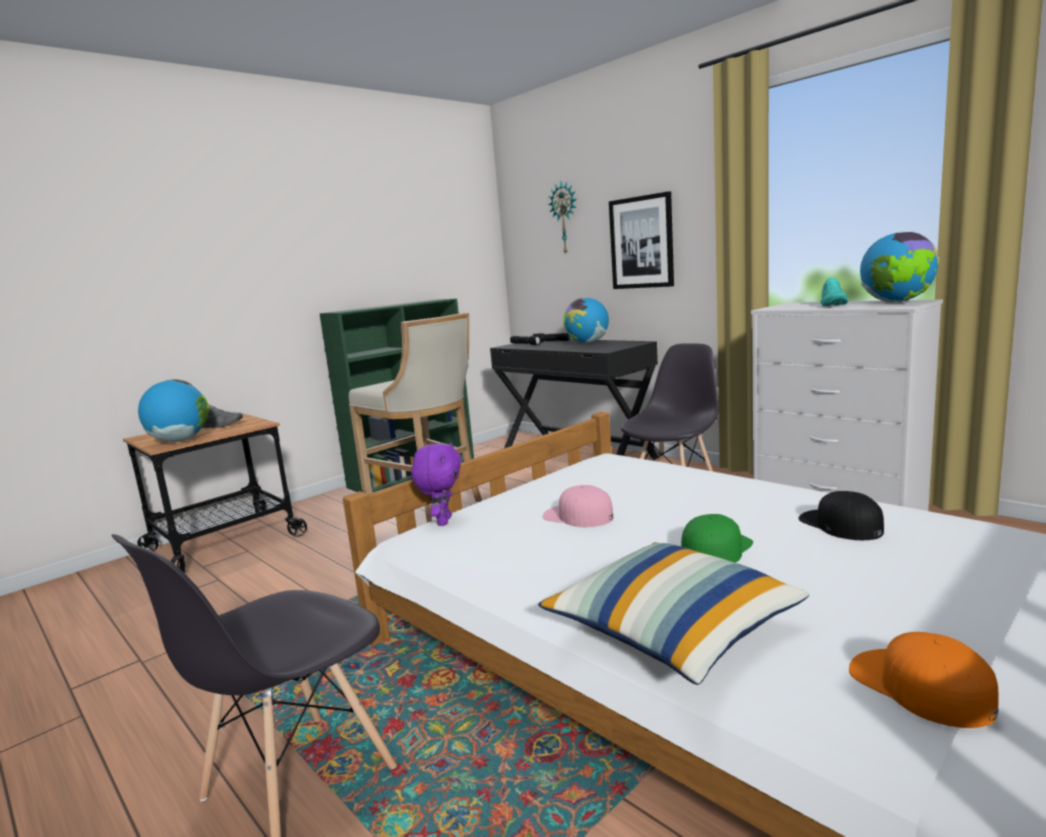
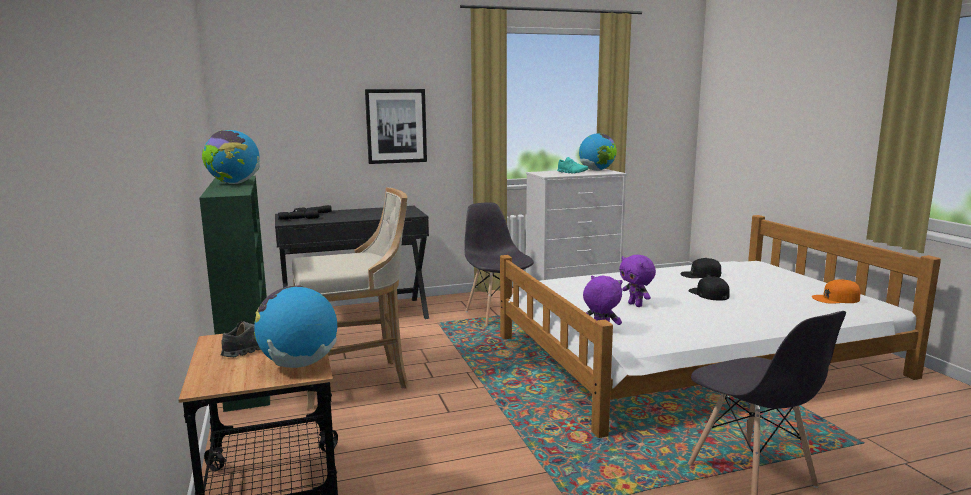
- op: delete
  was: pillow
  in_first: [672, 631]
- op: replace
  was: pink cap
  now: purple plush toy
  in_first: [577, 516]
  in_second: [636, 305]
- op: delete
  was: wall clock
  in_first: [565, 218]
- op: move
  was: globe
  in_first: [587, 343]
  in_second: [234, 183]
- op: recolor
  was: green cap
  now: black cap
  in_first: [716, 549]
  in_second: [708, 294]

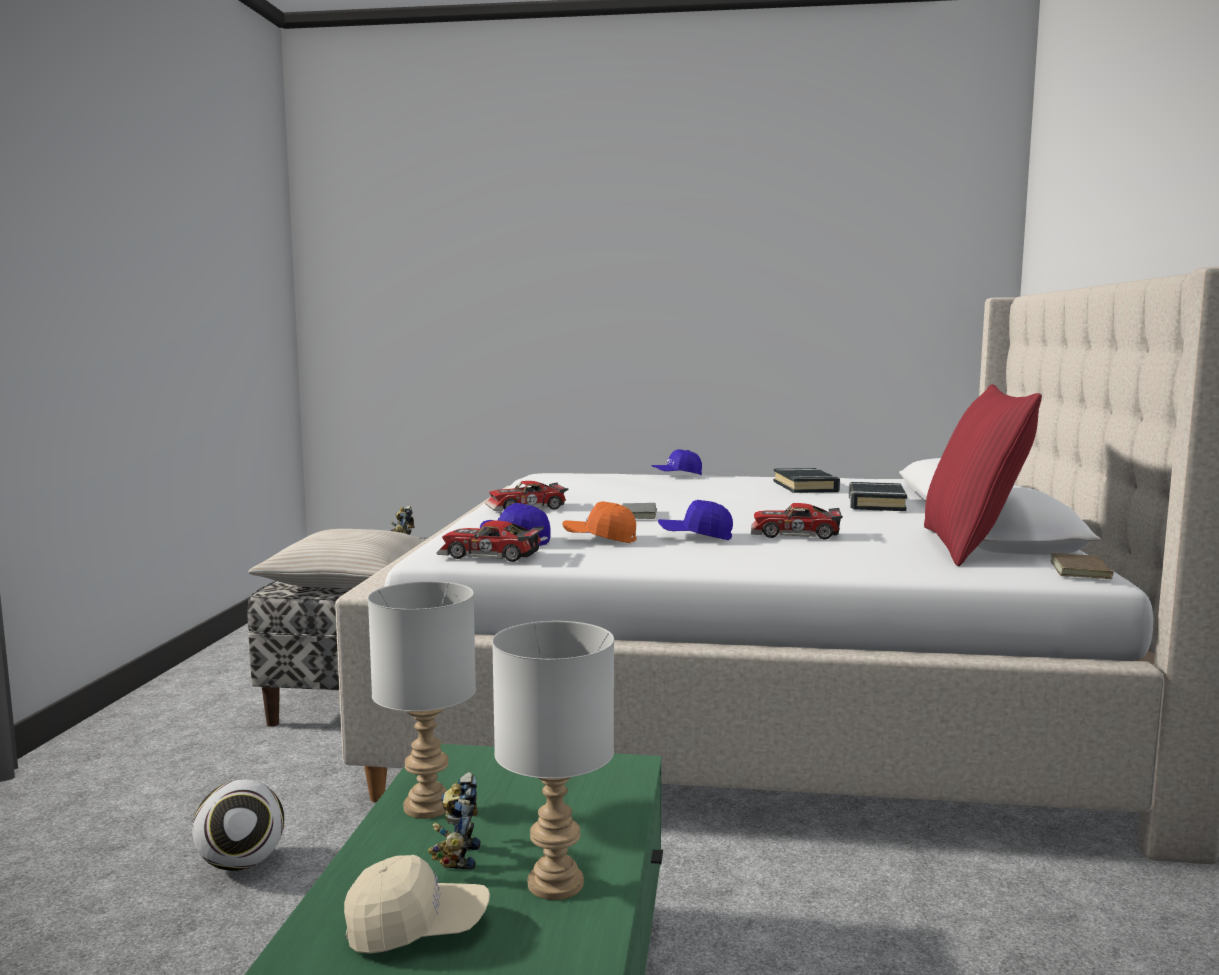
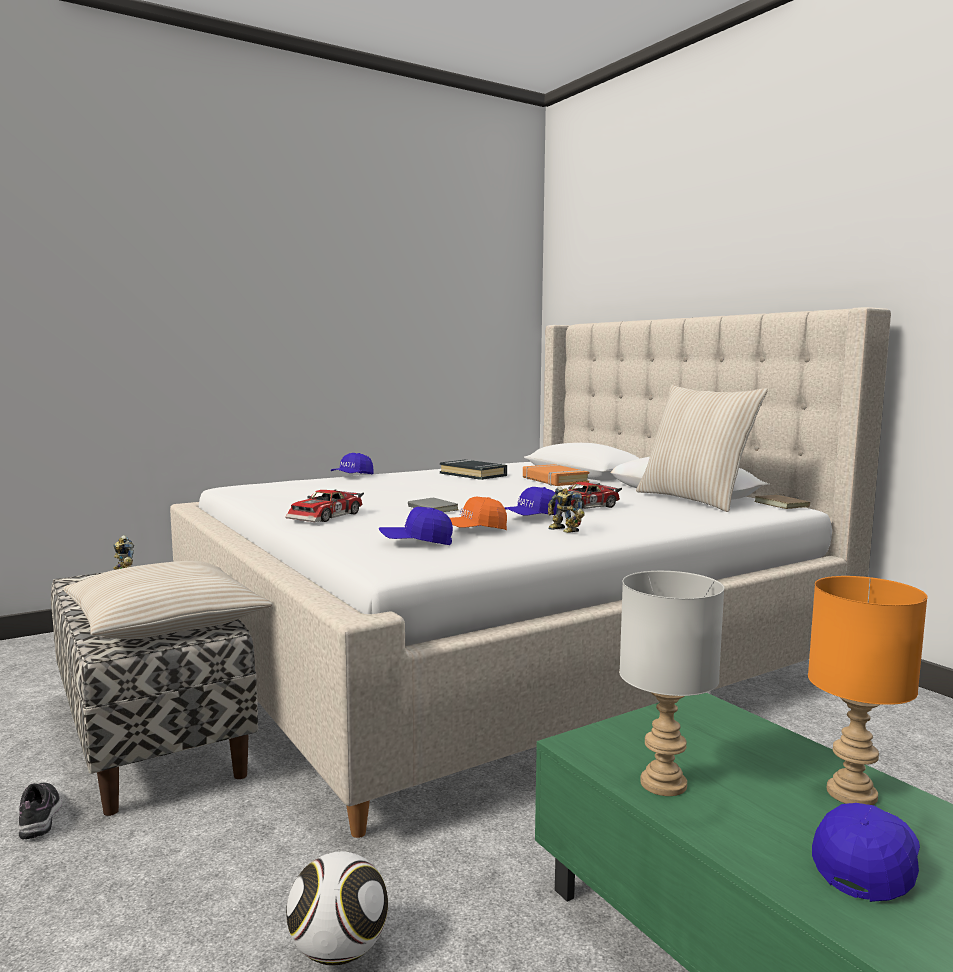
- op: recolor
  was: beige cap
  now: blue cap
  in_first: [417, 928]
  in_second: [867, 865]
- op: move
  was: toy robot
  in_first: [456, 857]
  in_second: [562, 530]
- op: delete
  was: toy car
  in_first: [490, 555]
- op: recolor
  was: grey table lamp
  now: orange table lamp
  in_first: [558, 884]
  in_second: [852, 793]
- op: recolor
  was: black book
  now: orange book
  in_first: [875, 503]
  in_second: [554, 480]
- op: recolor
  was: red pillow
  now: beige pillow
  in_first: [971, 547]
  in_second: [694, 500]
- op: insert
  now: shoe
  in_second: [40, 817]

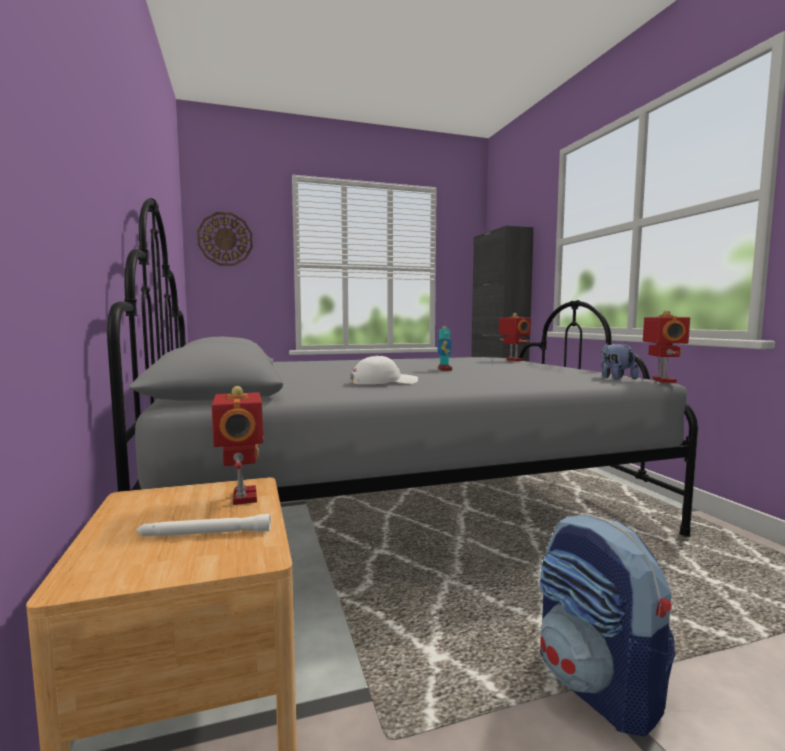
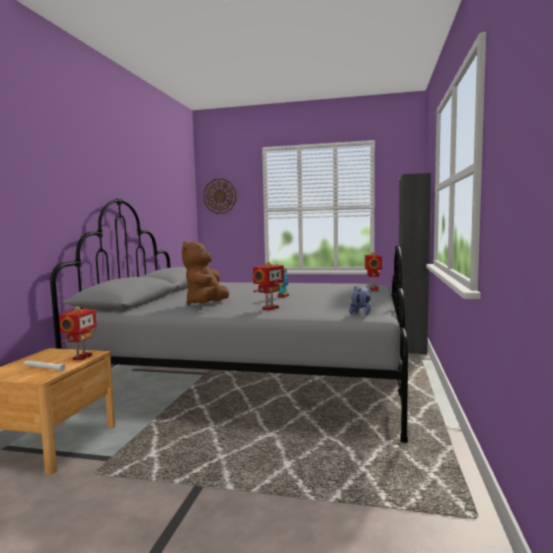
- op: replace
  was: white cap
  now: brown plush toy
  in_first: [383, 382]
  in_second: [206, 305]
- op: delete
  was: backpack
  in_first: [598, 687]
- op: move
  was: toy robot
  in_first: [662, 381]
  in_second: [269, 308]

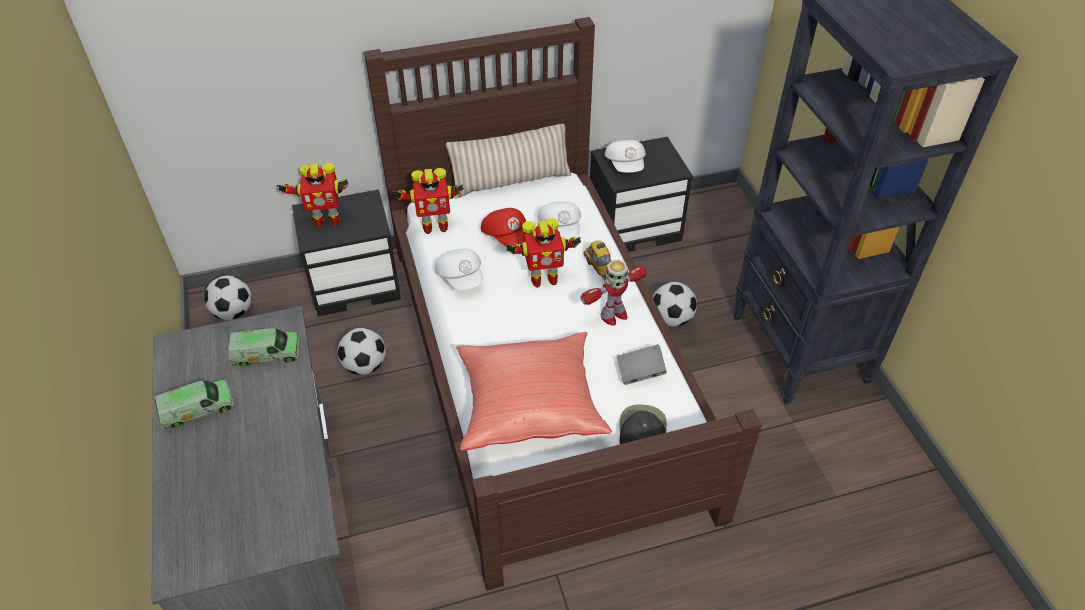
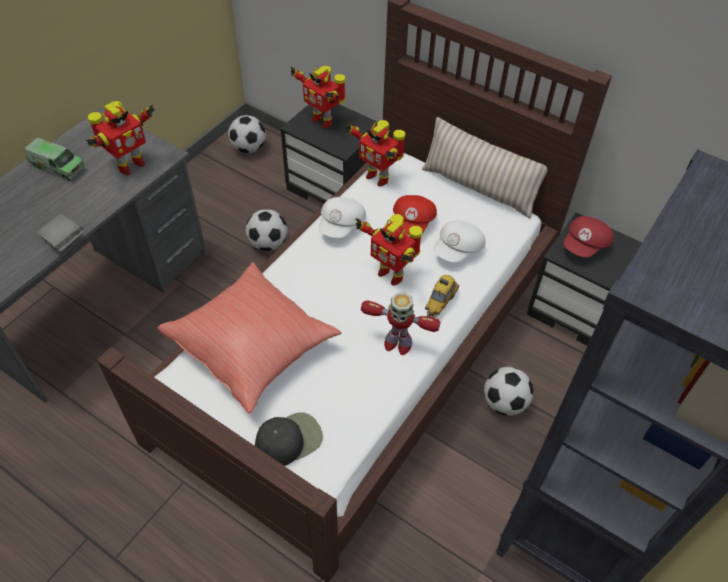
- op: replace
  was: toy truck
  now: toy robot
  in_first: [266, 354]
  in_second: [129, 165]
- op: recolor
  was: white cap
  now: red cap
  in_first: [626, 165]
  in_second: [585, 245]
- op: move
  was: grey book
  in_first: [640, 372]
  in_second: [64, 240]

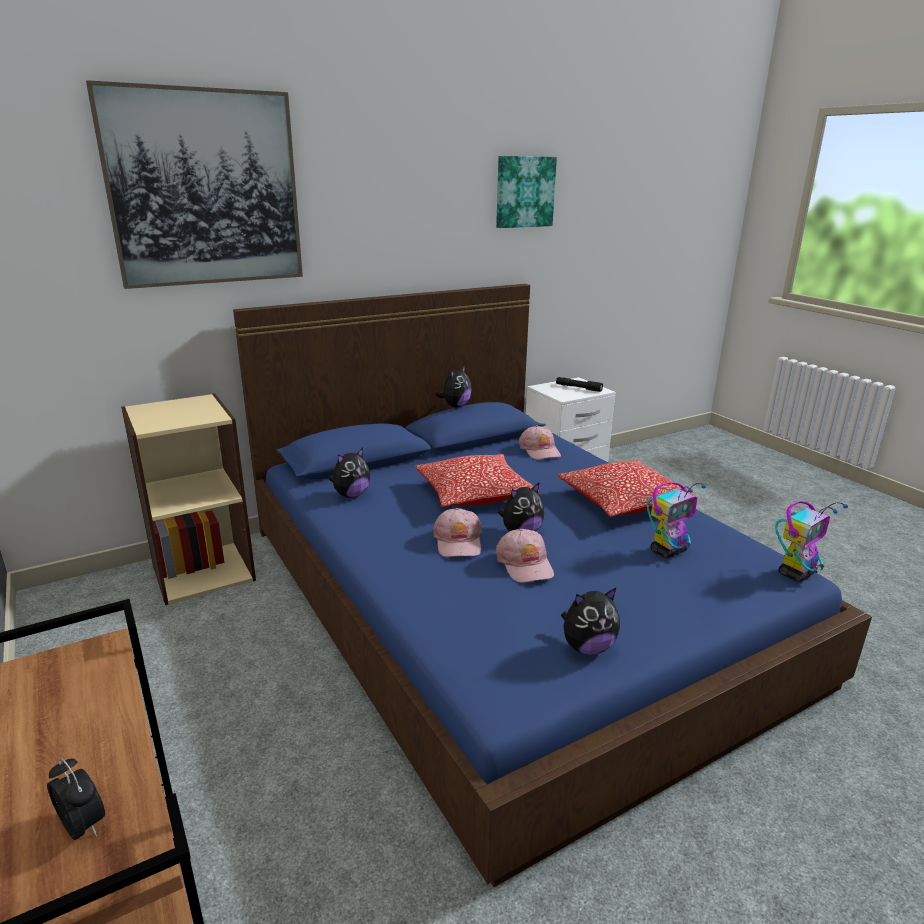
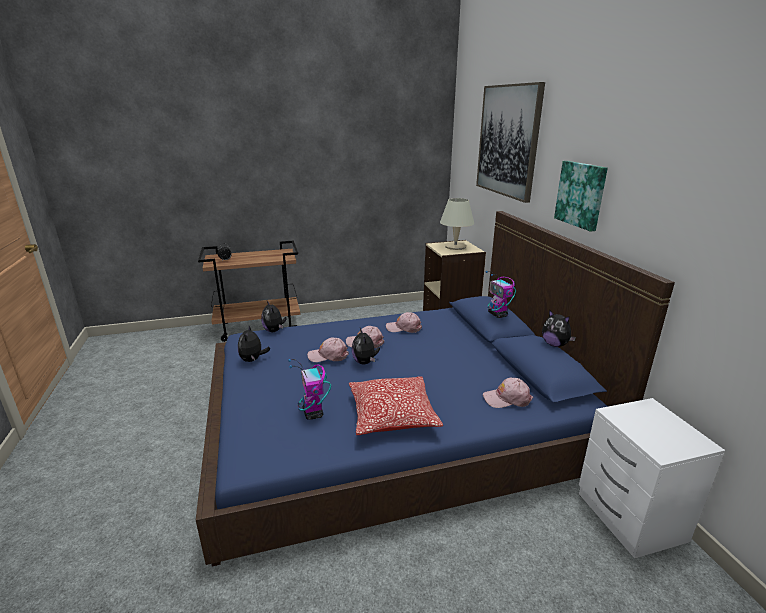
- op: move
  was: plush toy
  in_first: [351, 495]
  in_second: [274, 330]
- op: delete
  was: pillow
  in_first: [474, 494]
- op: move
  was: picture
  in_first: [524, 192]
  in_second: [581, 194]
- op: delete
  was: black flashlight
  in_first: [578, 388]
- op: move
  was: toy robot
  in_first: [796, 573]
  in_second: [497, 315]
- op: insert
  now: pink cap
  in_second: [404, 328]
- op: insert
  now: beige table lamp
  in_second: [455, 246]

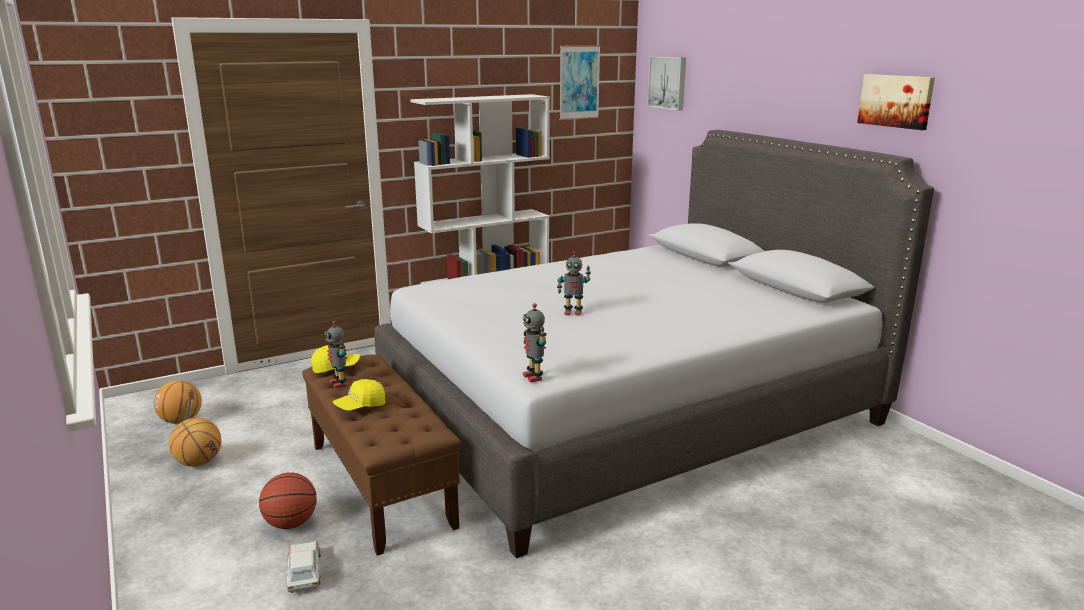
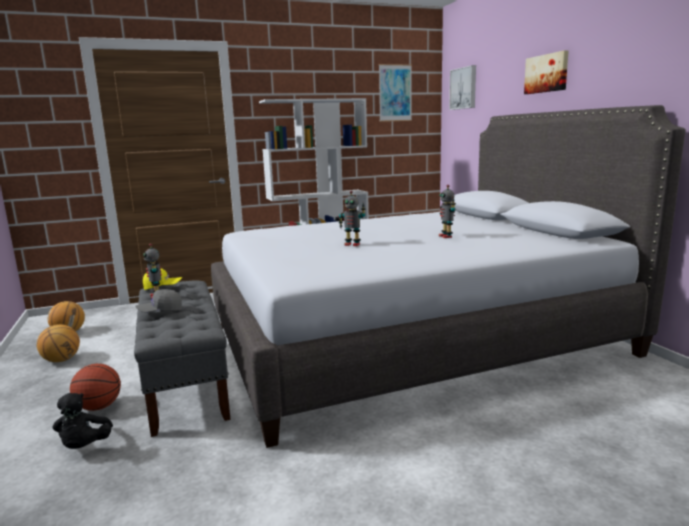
- op: replace
  was: toy car
  now: black plush toy
  in_first: [304, 573]
  in_second: [84, 446]
- op: recolor
  was: brown bench
  now: grey bench
  in_first: [381, 484]
  in_second: [185, 382]
- op: recolor
  was: yellow cap
  now: grey cap
  in_first: [360, 406]
  in_second: [160, 311]
- op: move
  was: toy robot
  in_first: [534, 377]
  in_second: [446, 236]
- op: move
  was: picture
  in_first: [896, 101]
  in_second: [547, 73]

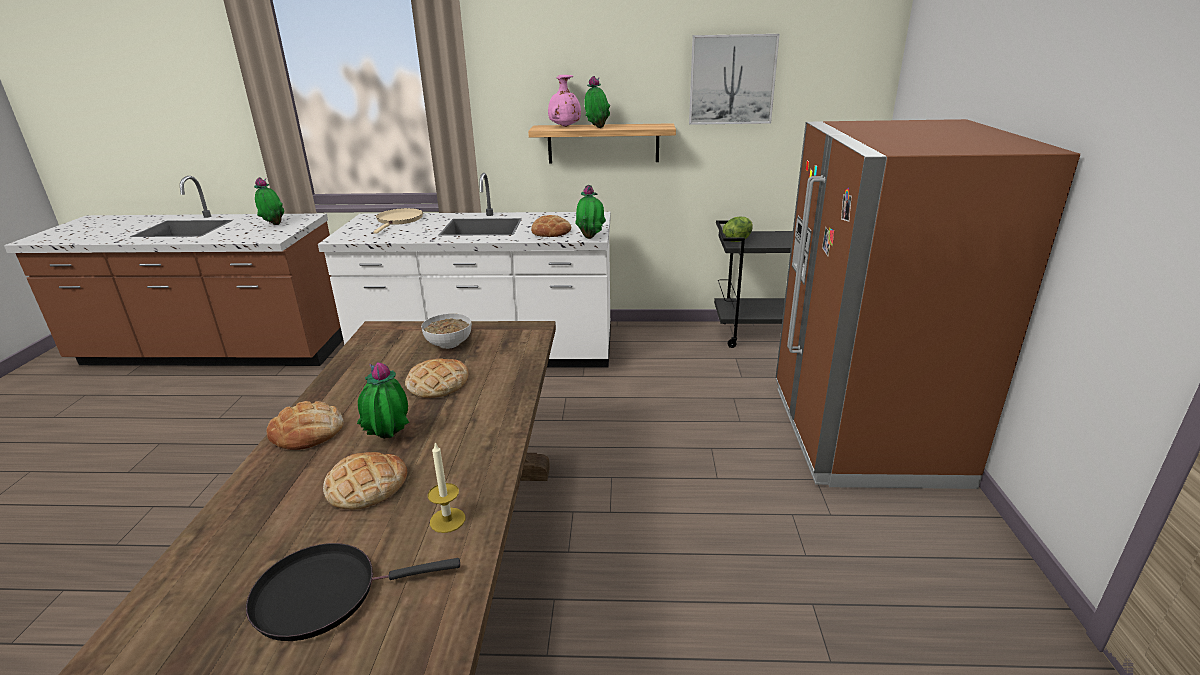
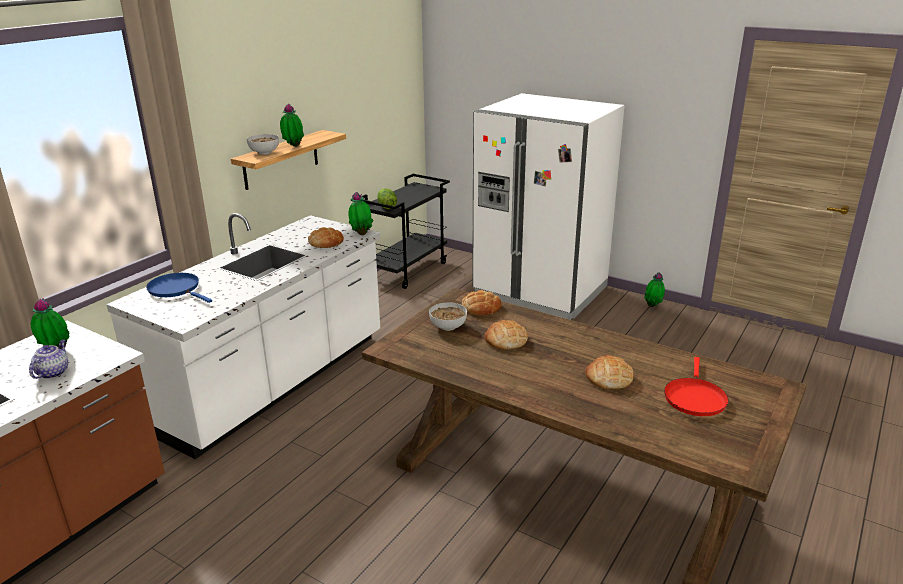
- op: recolor
  was: black frying pan
  now: red frying pan
  in_first: [324, 594]
  in_second: [694, 398]
- op: move
  was: bread
  in_first: [308, 432]
  in_second: [481, 307]
- op: move
  was: potted plant
  in_first: [389, 440]
  in_second: [653, 306]
- op: recolor
  was: beige frying pan
  now: blue frying pan
  in_first: [399, 220]
  in_second: [176, 289]
- op: delete
  was: candle
  in_first: [447, 520]
- op: replace
  was: pink vase
  now: bowl
  in_first: [564, 126]
  in_second: [264, 152]
- op: delete
  was: picture
  in_first: [732, 80]
- op: recolor
  was: brown fridge
  now: white fridge
  in_first: [863, 434]
  in_second: [540, 291]
- op: insert
  now: teapot
  in_second: [53, 372]

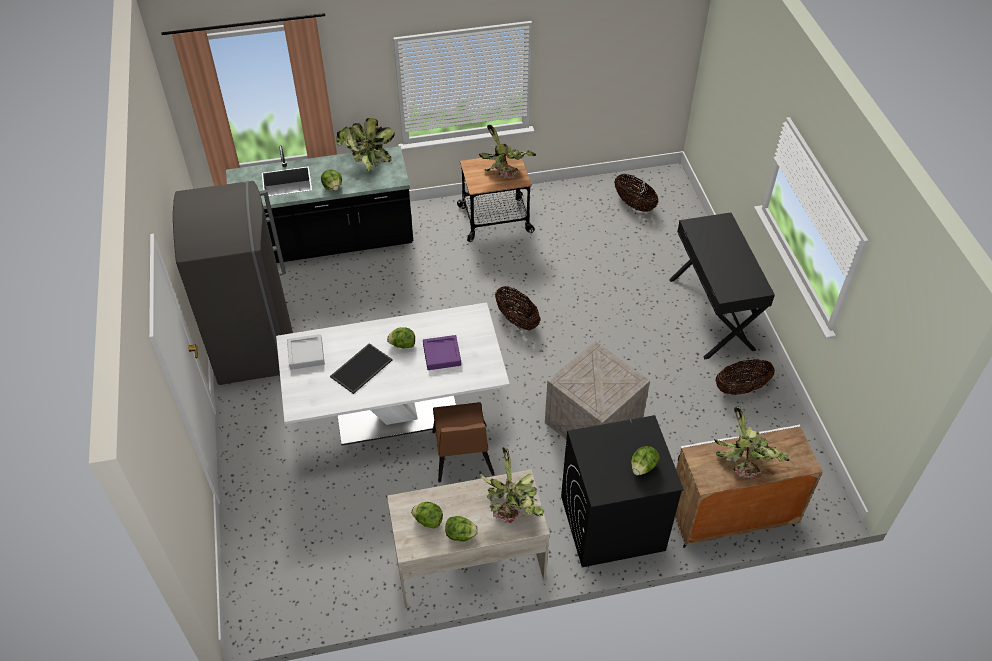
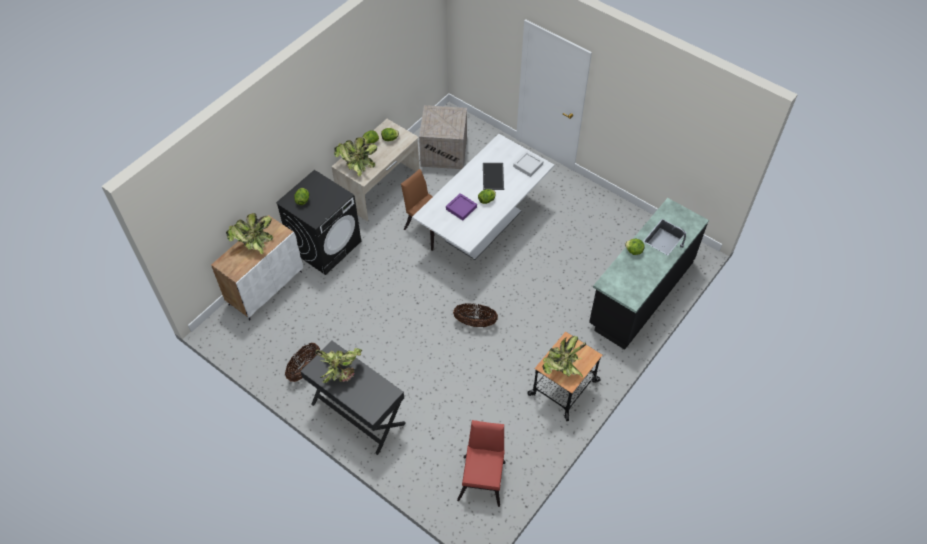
- op: delete
  was: grey fridge
  in_first: [254, 344]
- op: move
  was: potted plant
  in_first: [367, 160]
  in_second: [341, 371]
- op: move
  was: crate
  in_first: [591, 422]
  in_second: [444, 151]
- op: replace
  was: basket
  now: red chair
  in_first: [634, 204]
  in_second: [483, 477]

